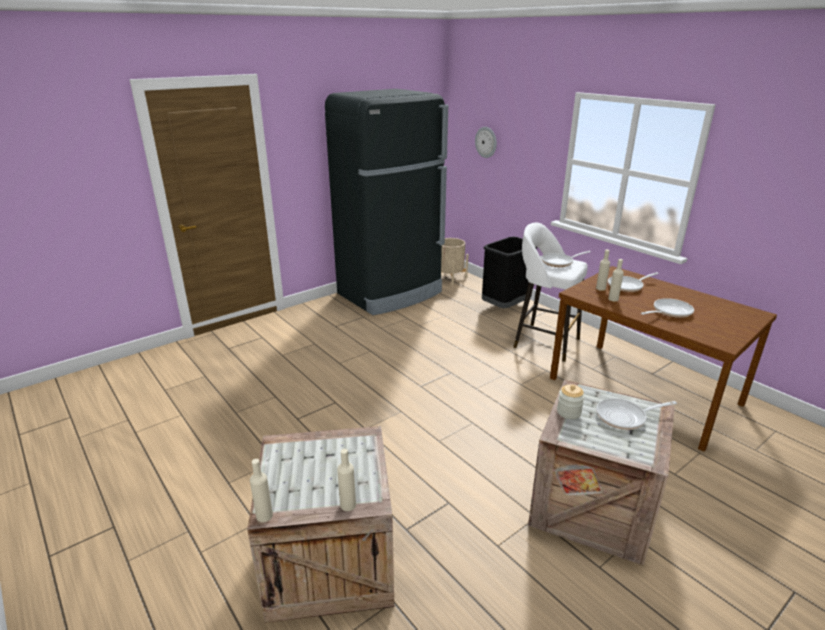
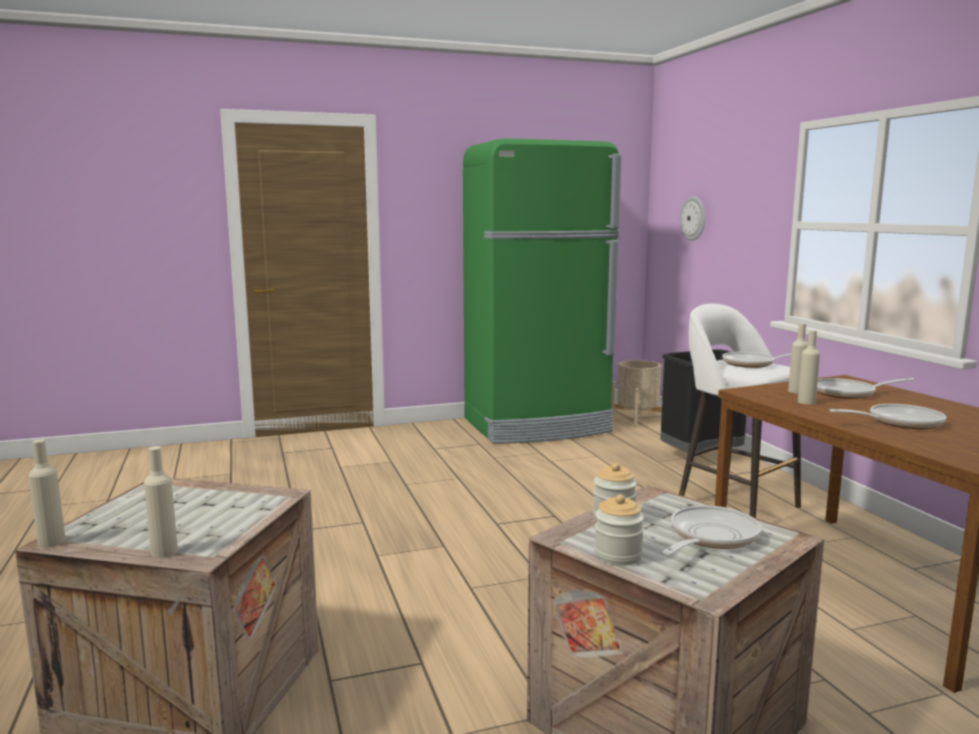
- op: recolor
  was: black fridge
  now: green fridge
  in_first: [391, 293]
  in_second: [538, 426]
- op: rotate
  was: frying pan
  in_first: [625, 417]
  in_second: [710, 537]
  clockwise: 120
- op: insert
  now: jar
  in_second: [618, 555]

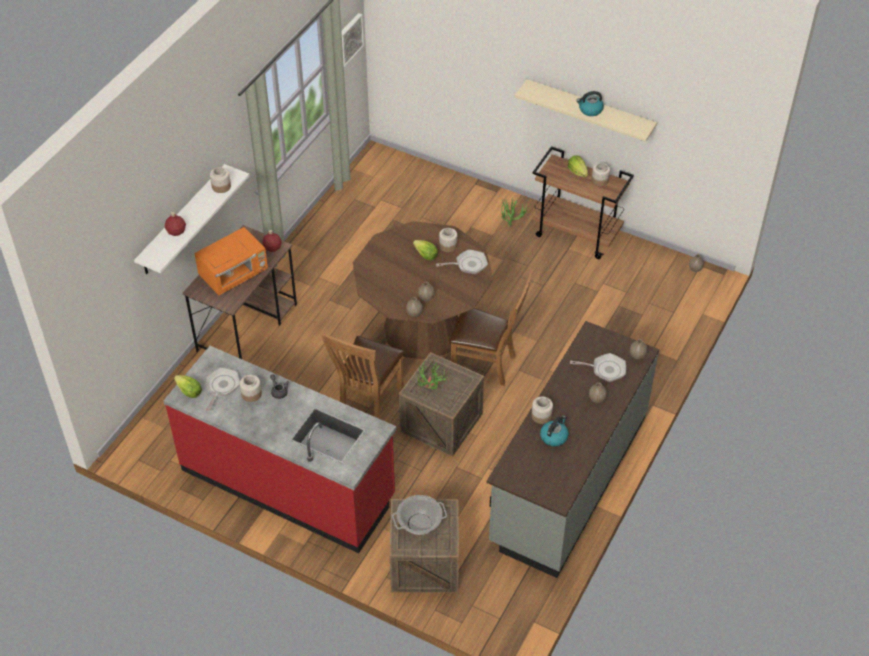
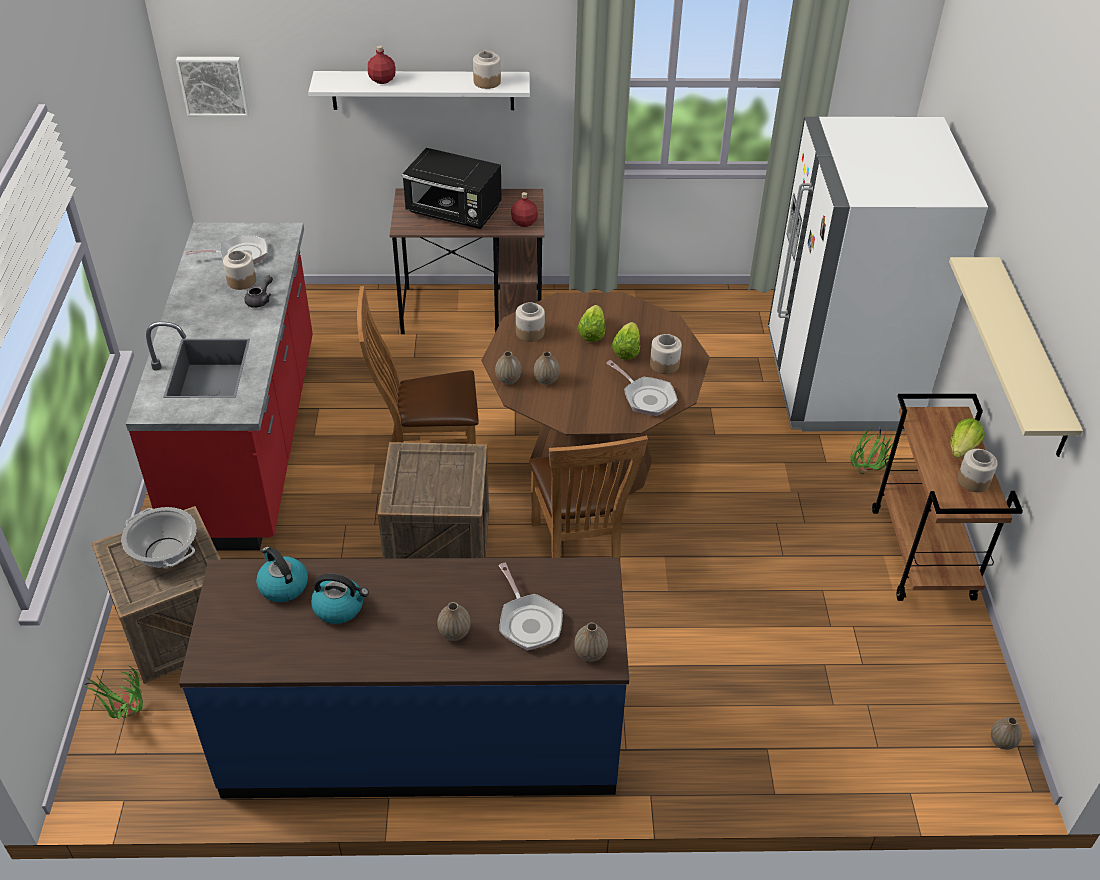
- op: move
  was: lettuce
  in_first: [189, 392]
  in_second: [591, 333]
- op: recolor
  was: orange microwave
  now: black microwave
  in_first: [234, 275]
  in_second: [454, 212]
- op: move
  was: picture
  in_first: [349, 39]
  in_second: [213, 85]
- op: move
  was: potted plant
  in_first: [431, 390]
  in_second: [127, 718]
- op: recolor
  was: grey counter
  now: blue counter
  in_first: [567, 479]
  in_second: [422, 736]
- op: move
  was: jar
  in_first: [541, 416]
  in_second: [529, 332]
- op: move
  was: kettle
  in_first: [590, 110]
  in_second: [283, 585]
- op: insert
  now: white fridge
  in_second: [839, 382]

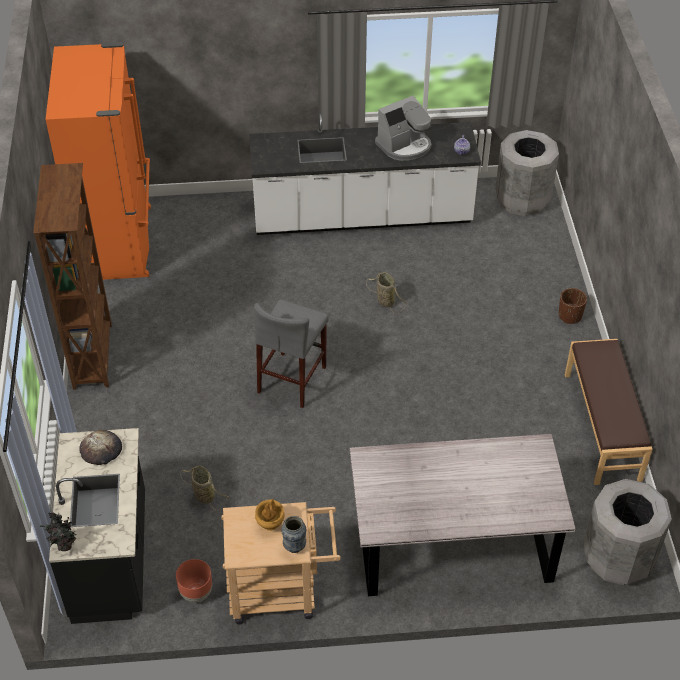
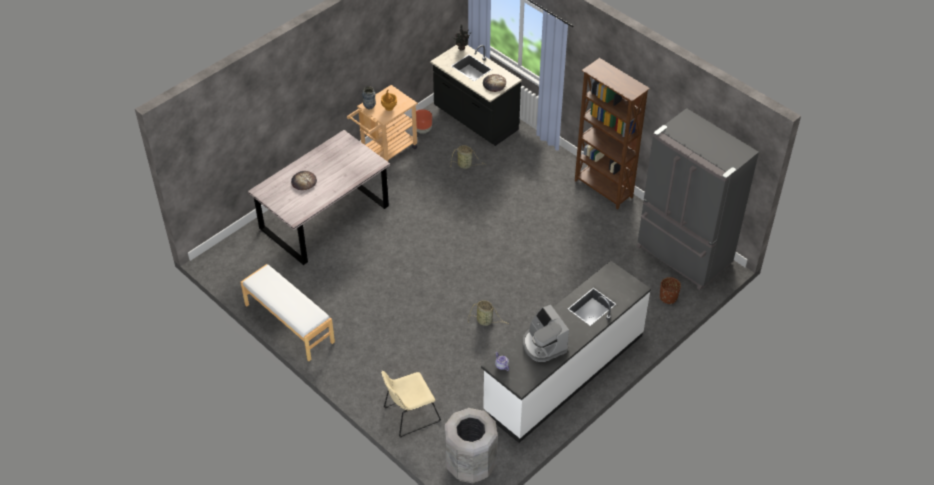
- op: recolor
  was: orange fridge
  now: grey fridge
  in_first: [119, 242]
  in_second: [682, 256]
- op: delete
  was: grey stool
  in_first: [292, 379]
- op: rotate
  was: coffee machine
  in_first: [404, 146]
  in_second: [543, 345]
  clockwise: -45
- op: move
  was: brown planter
  in_first: [570, 316]
  in_second: [668, 297]
- op: recolor
  was: brown bench
  now: white bench
  in_first: [603, 426]
  in_second: [288, 323]
- op: delete
  was: grey trash can
  in_first: [618, 558]
- op: insert
  now: bread
  in_second: [304, 181]
- op: insert
  now: beige chair
  in_second: [409, 415]

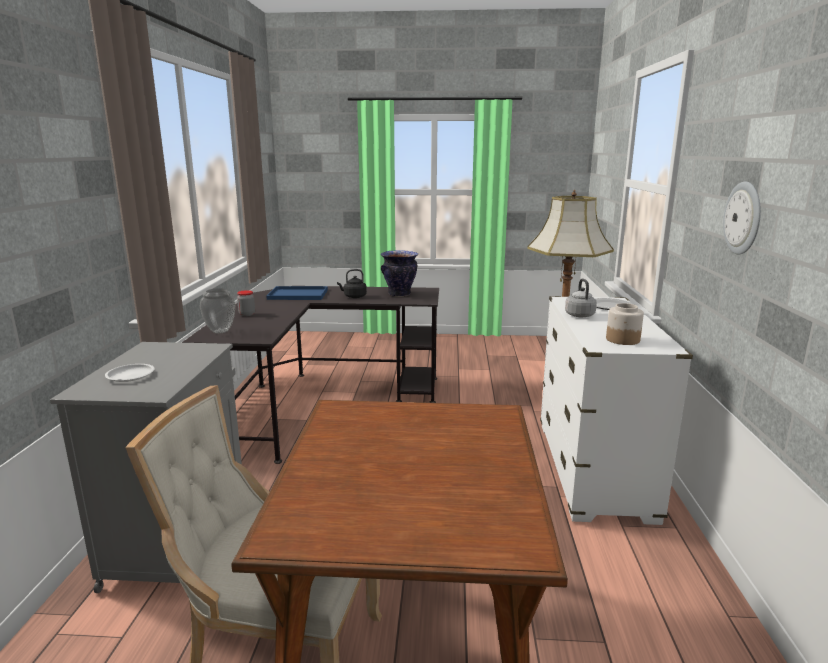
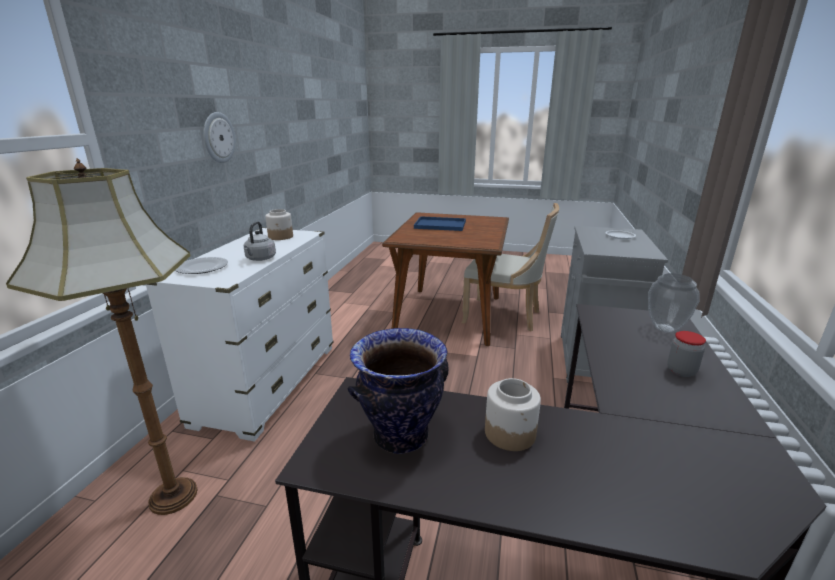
- op: move
  was: blue tray
  in_first: [296, 294]
  in_second: [441, 225]
- op: replace
  was: black kettle
  now: jar
  in_first: [354, 297]
  in_second: [510, 433]

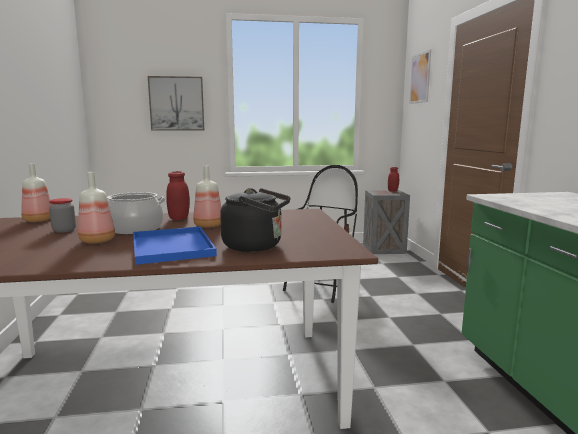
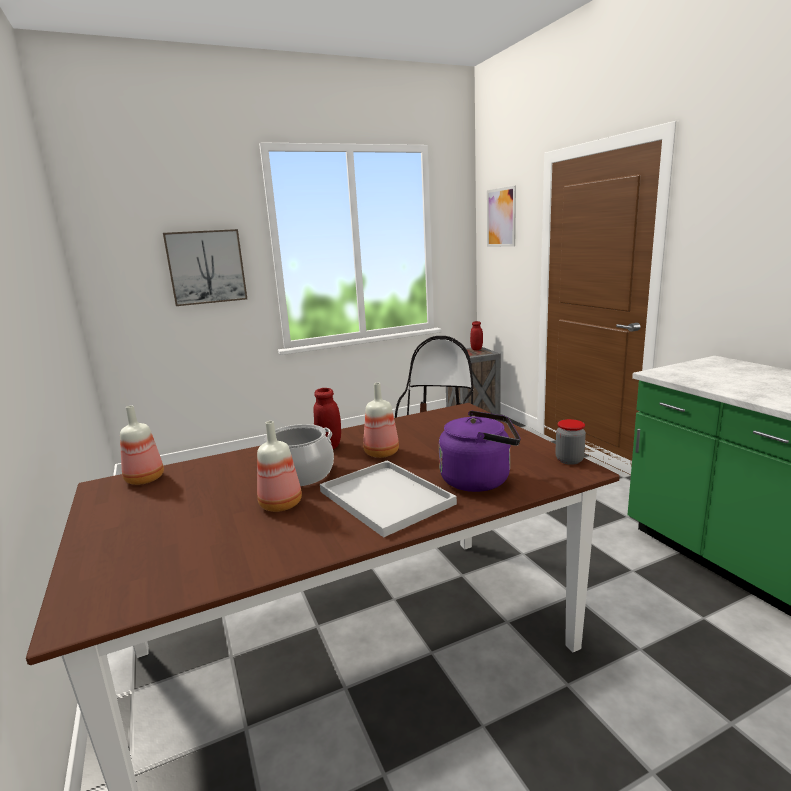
- op: move
  was: jar
  in_first: [64, 230]
  in_second: [569, 460]
- op: recolor
  was: blue tray
  now: white tray
  in_first: [170, 246]
  in_second: [383, 497]
- op: recolor
  was: black kettle
  now: purple kettle
  in_first: [256, 246]
  in_second: [479, 480]

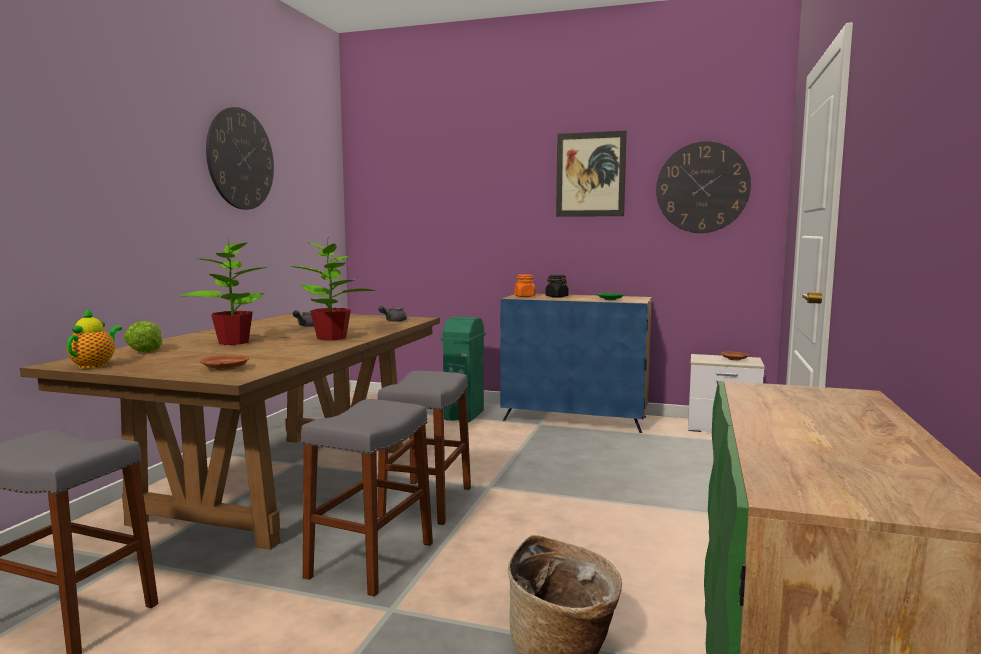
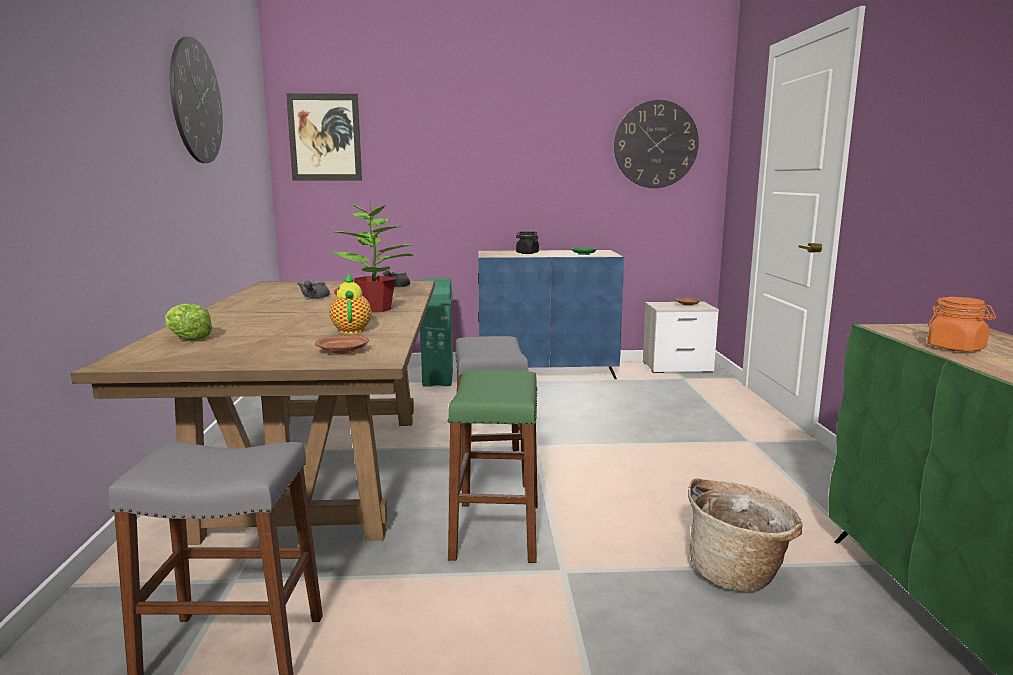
- op: move
  was: teapot
  in_first: [95, 365]
  in_second: [351, 330]
- op: delete
  was: potted plant
  in_first: [233, 342]
- op: recolor
  was: grey stool
  now: green stool
  in_first: [371, 560]
  in_second: [496, 531]
- op: move
  was: orange jar
  in_first: [524, 296]
  in_second: [956, 348]
- op: move
  was: picture
  in_first: [590, 174]
  in_second: [324, 137]

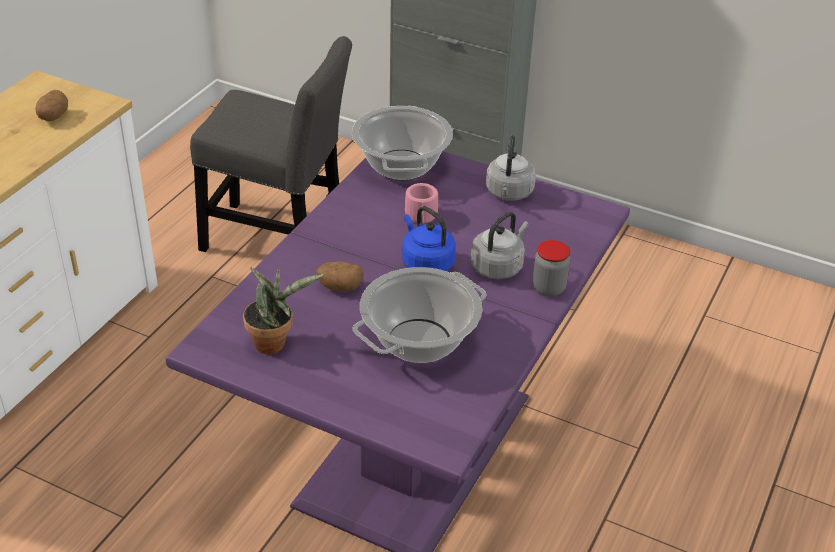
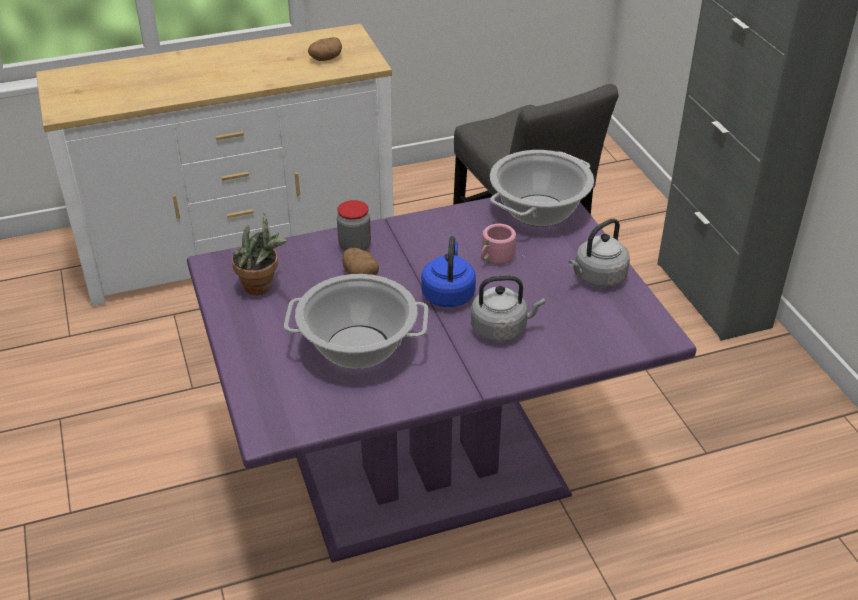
- op: move
  was: jar
  in_first: [548, 288]
  in_second: [355, 246]

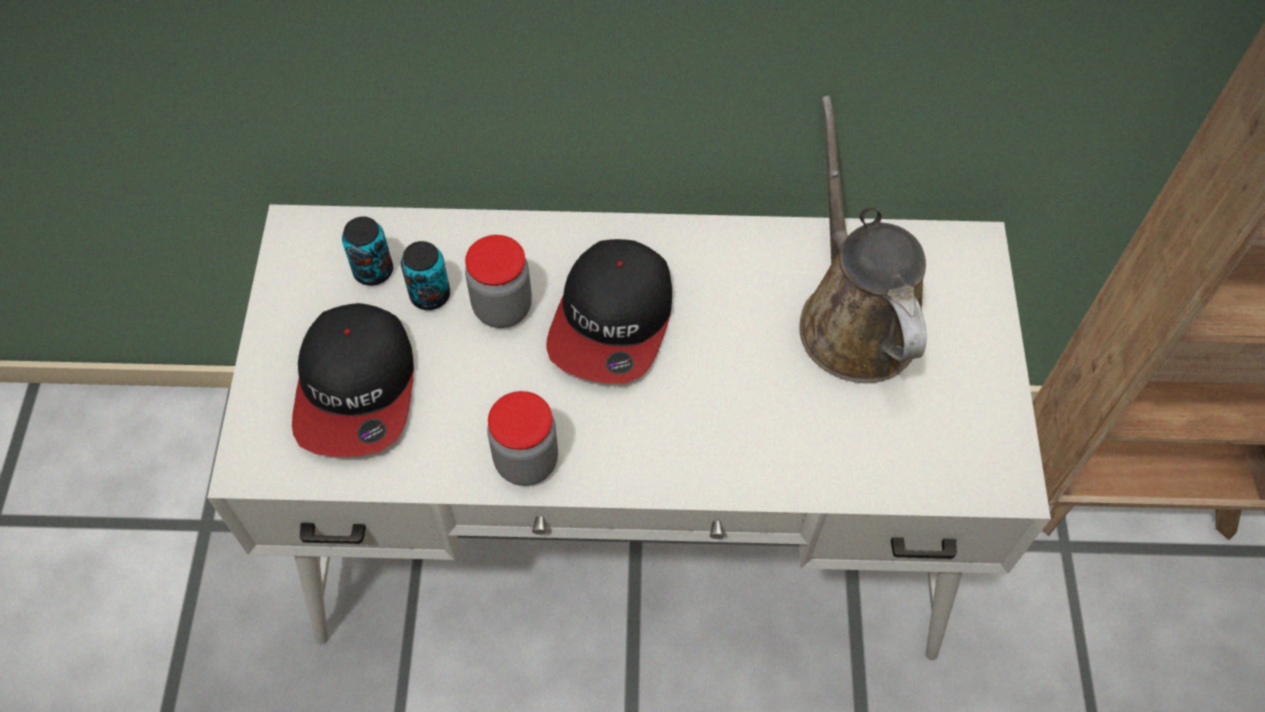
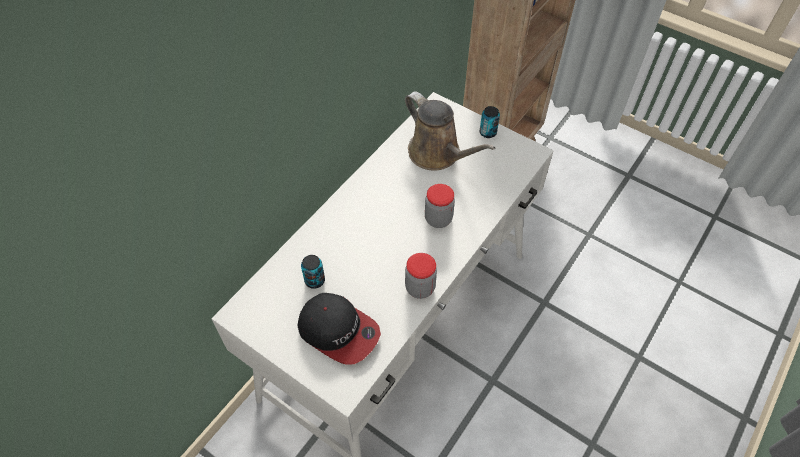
- op: move
  was: can
  in_first: [373, 271]
  in_second: [488, 132]
- op: move
  was: jar
  in_first: [502, 307]
  in_second: [438, 219]
- op: delete
  was: cap
  in_first: [613, 320]
- op: rotate
  was: brown watering can
  in_first: [853, 317]
  in_second: [438, 154]
  clockwise: -150

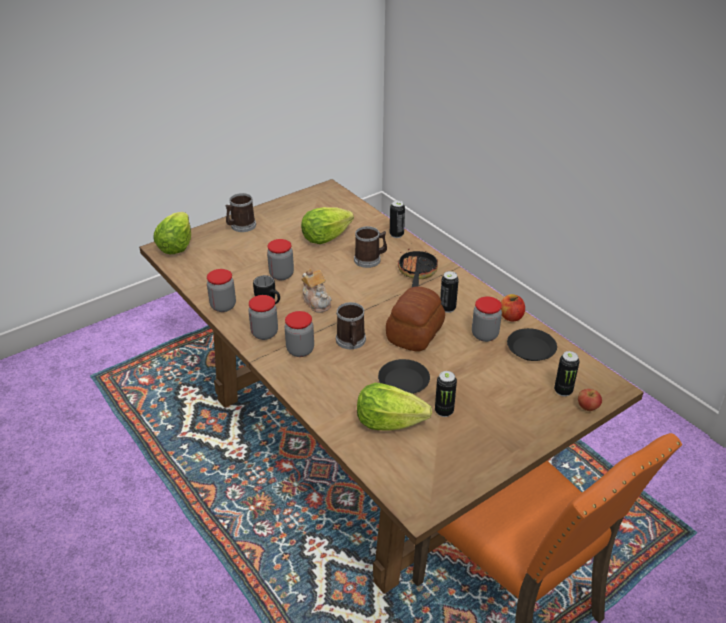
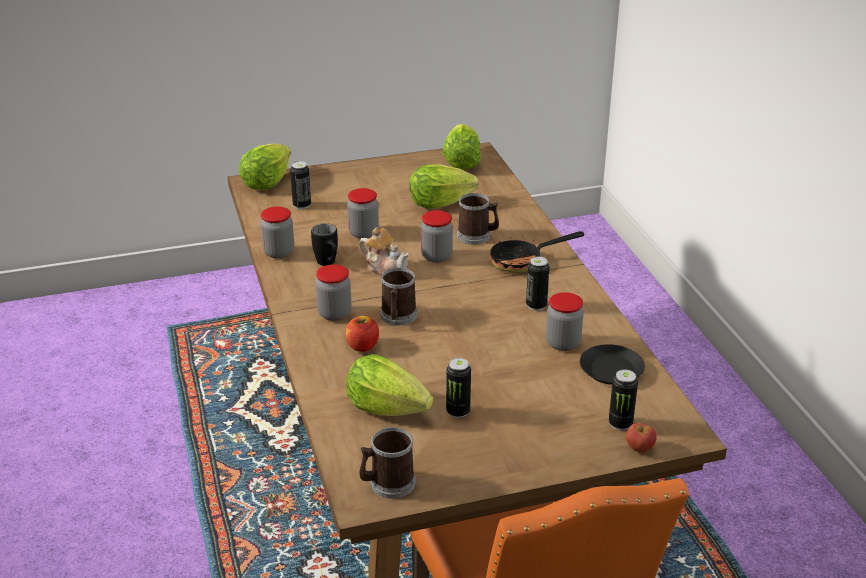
- op: move
  was: mug
  in_first: [241, 226]
  in_second: [387, 484]
- op: move
  was: jar
  in_first: [264, 333]
  in_second: [436, 256]
- op: rotate
  was: teapot
  in_first: [317, 301]
  in_second: [386, 268]
  clockwise: -45
- op: delete
  was: black plate
  in_first: [403, 381]
- op: delete
  was: bread
  in_first: [416, 333]
- op: move
  was: can
  in_first: [396, 234]
  in_second: [302, 205]
- op: rotate
  was: frying pan
  in_first: [416, 273]
  in_second: [523, 261]
  clockwise: -135
- op: move
  was: apple
  in_first: [511, 317]
  in_second: [362, 346]
- op: insert
  now: lettuce
  in_second: [461, 163]

